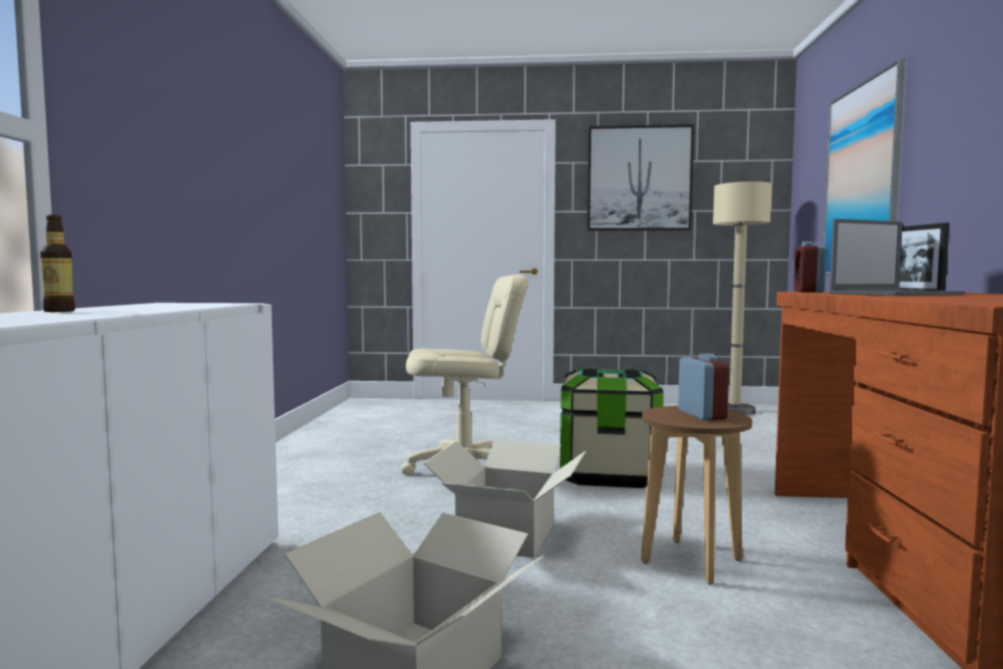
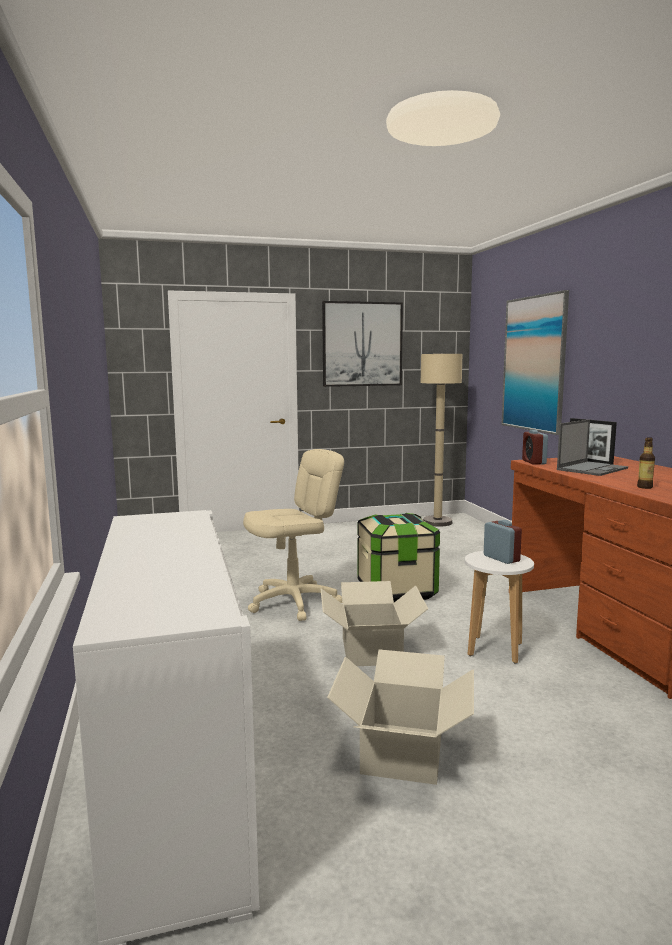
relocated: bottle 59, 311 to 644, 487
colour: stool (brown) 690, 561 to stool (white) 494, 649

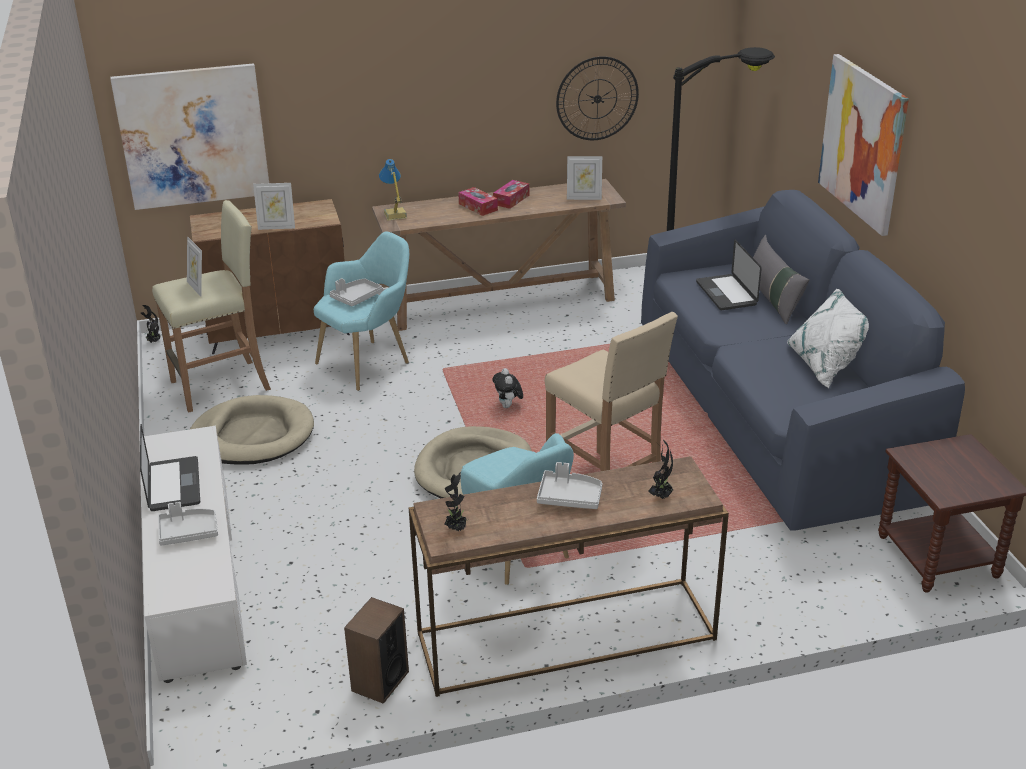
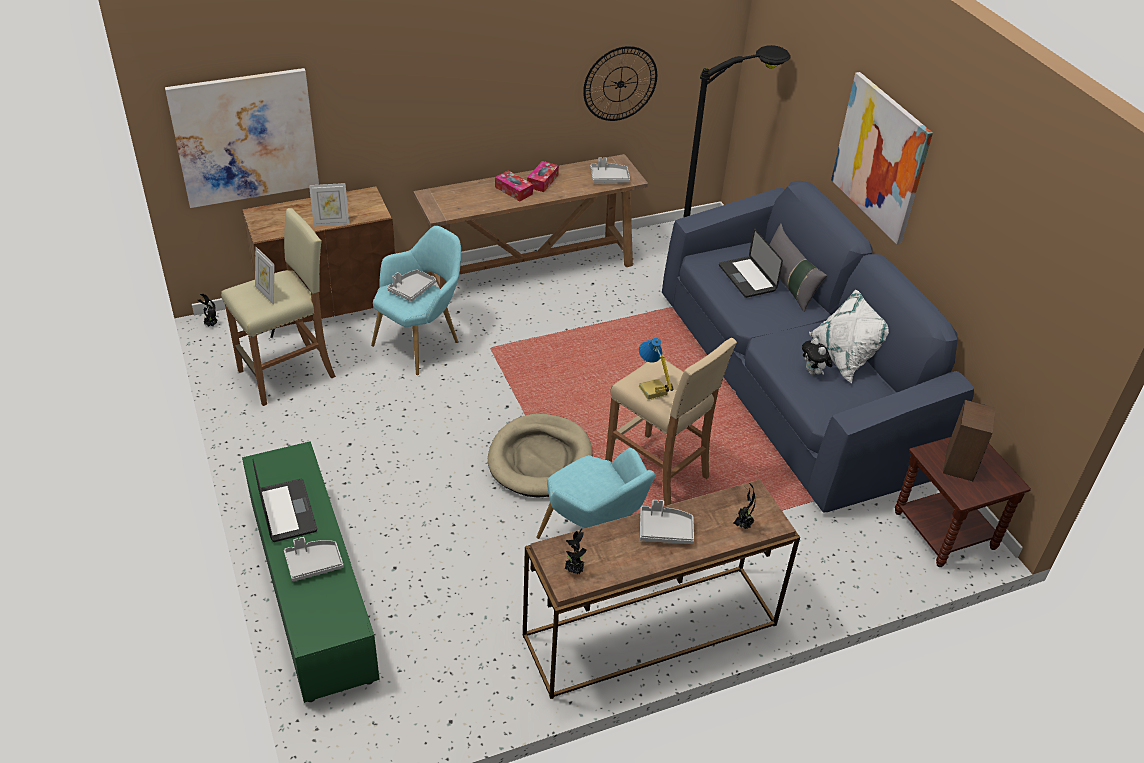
missing: dog bed (beige) 252, 436
relocated: speaker 379, 681 to 959, 464; table lamp 394, 215 to 652, 391; plush toy 508, 406 to 813, 372
exchanged: picture frame 584, 198 to tray (grey) 609, 178
colour: tv stand (white) 195, 576 to tv stand (green) 310, 588

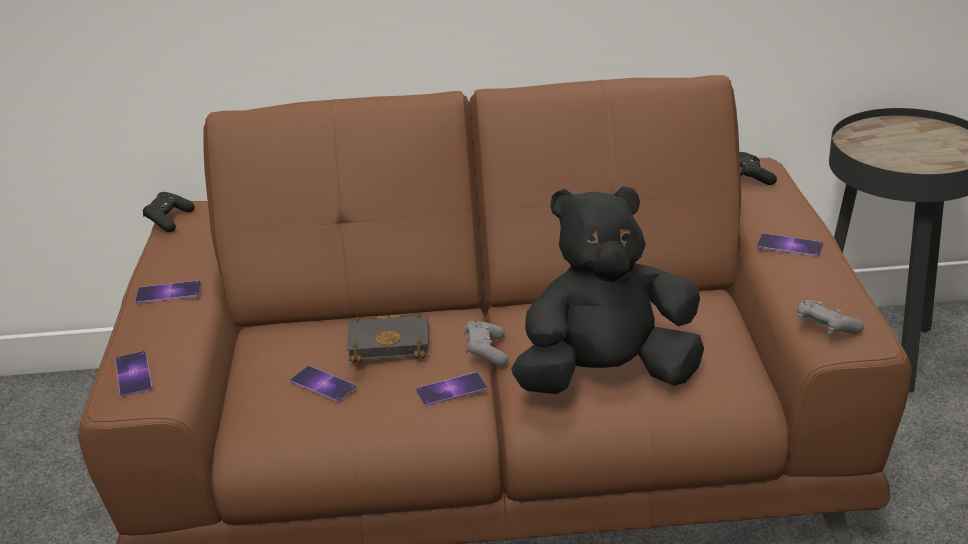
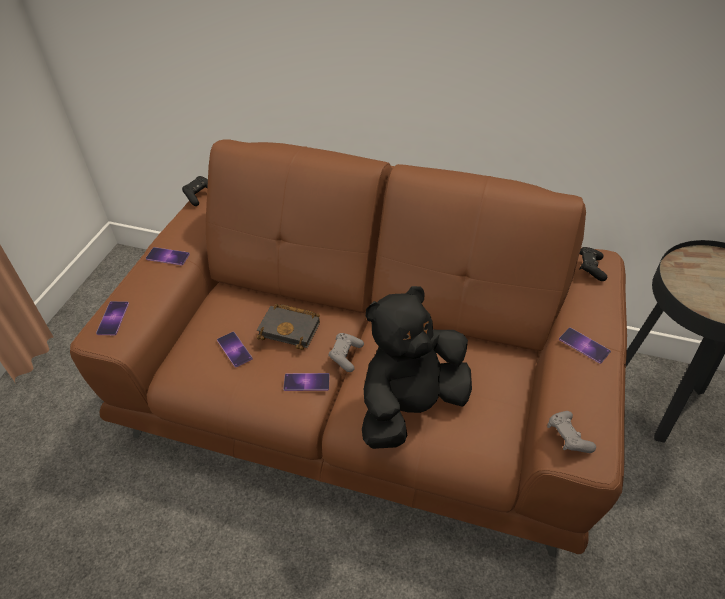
spun: plush toy (black) 607, 376 = 411, 406 45 degrees counterclockwise

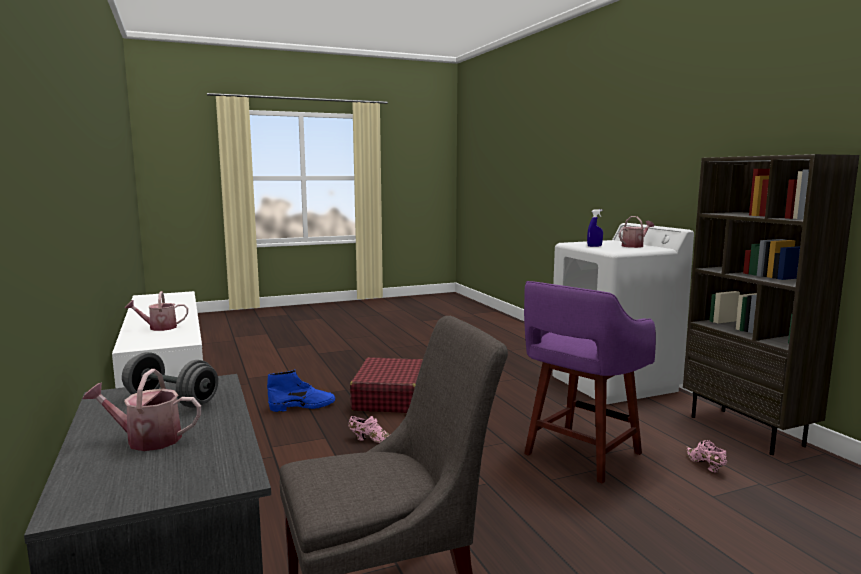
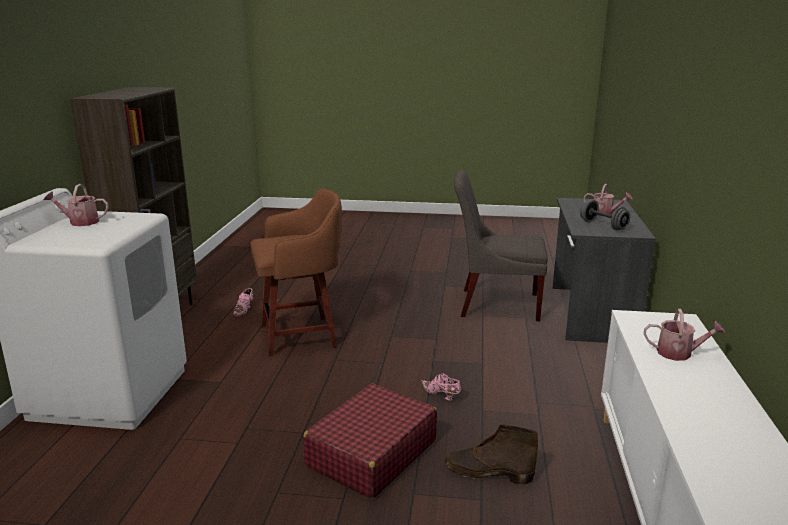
missing: spray bottle (blue) 594, 246
colour: boot (blue) 303, 406 to boot (brown) 487, 472; stool (purple) 580, 455 to stool (brown) 301, 335

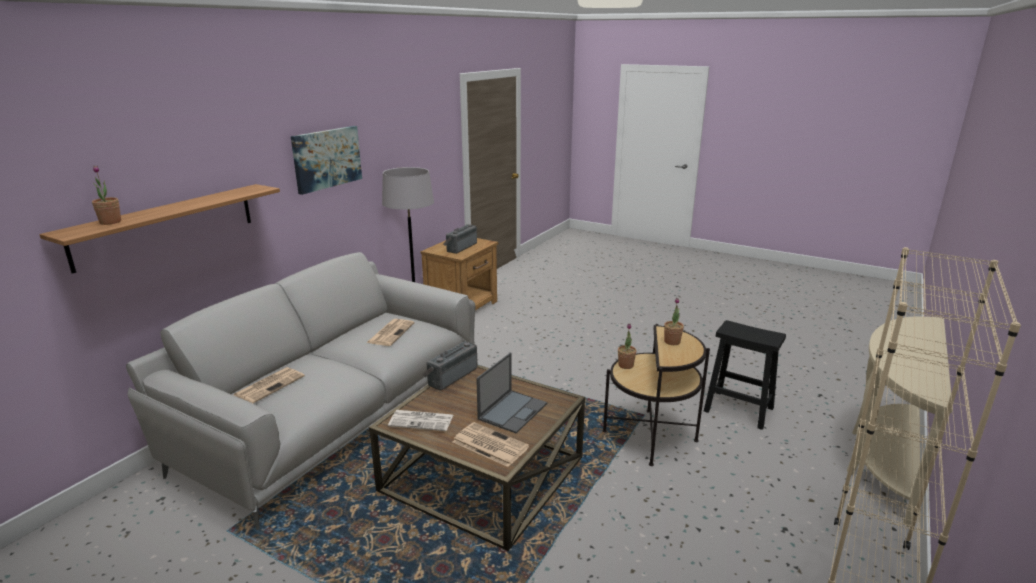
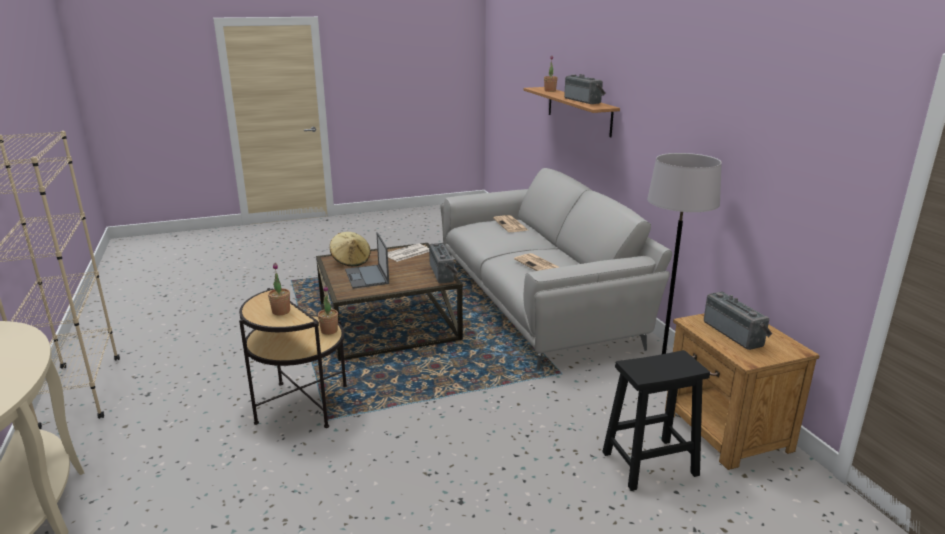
missing: picture 327, 158
appeared: radio 584, 101
relocated: stool (black) 740, 410 to 648, 464
exchanged: newspaper 489, 444 to hat (beige) 351, 261

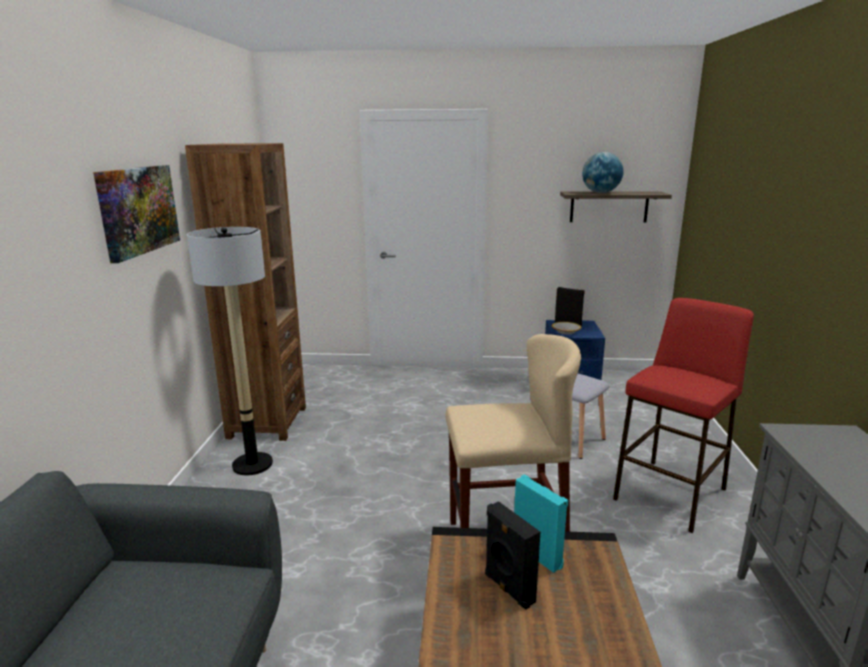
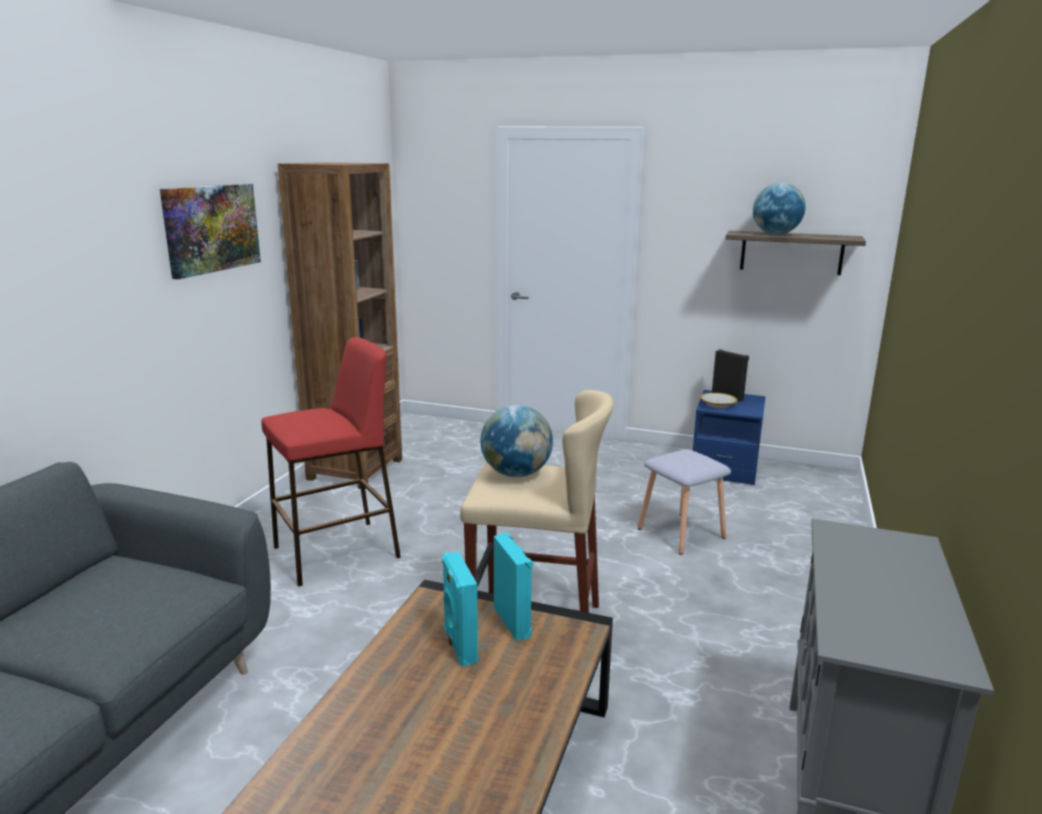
missing: floor lamp 252, 464
appeared: globe 516, 474
relocated: stool (red) 670, 494 to 337, 552
colour: speaker (black) 508, 589 to speaker (turquoise) 458, 646

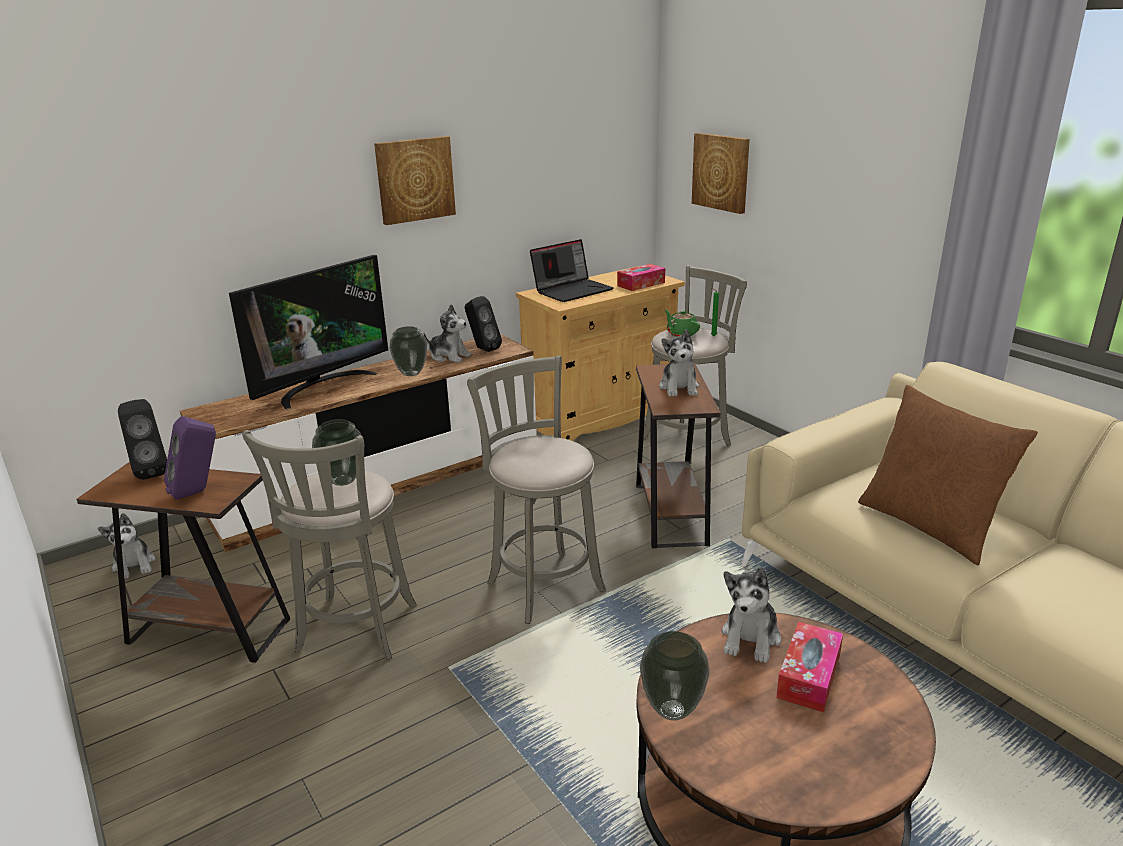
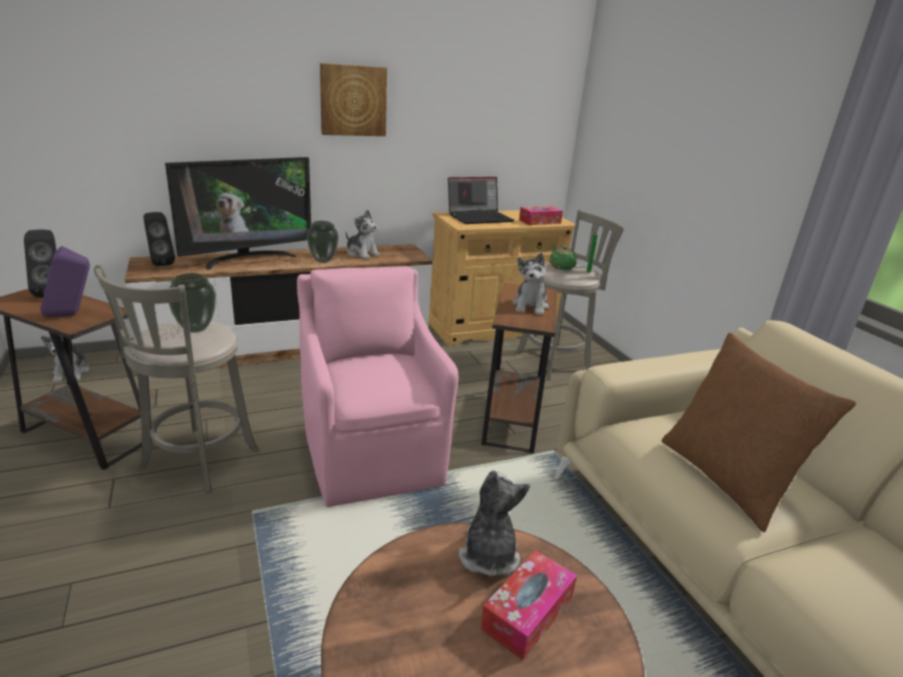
missing: vase 671, 710; picture 721, 172
relocated: speaker (black) 482, 349 to 161, 263
exchanged: stool (grey) 543, 582 to armchair (pink) 372, 454
spun: plush toy 750, 638 = 488, 555 150 degrees clockwise

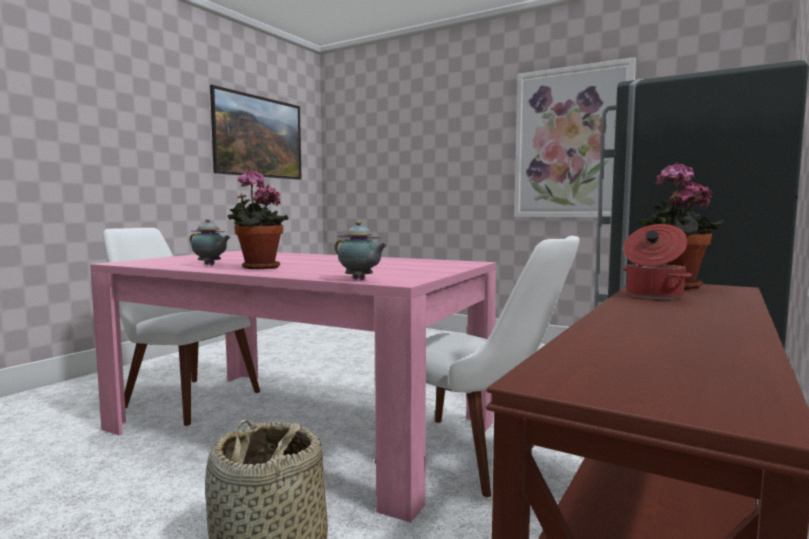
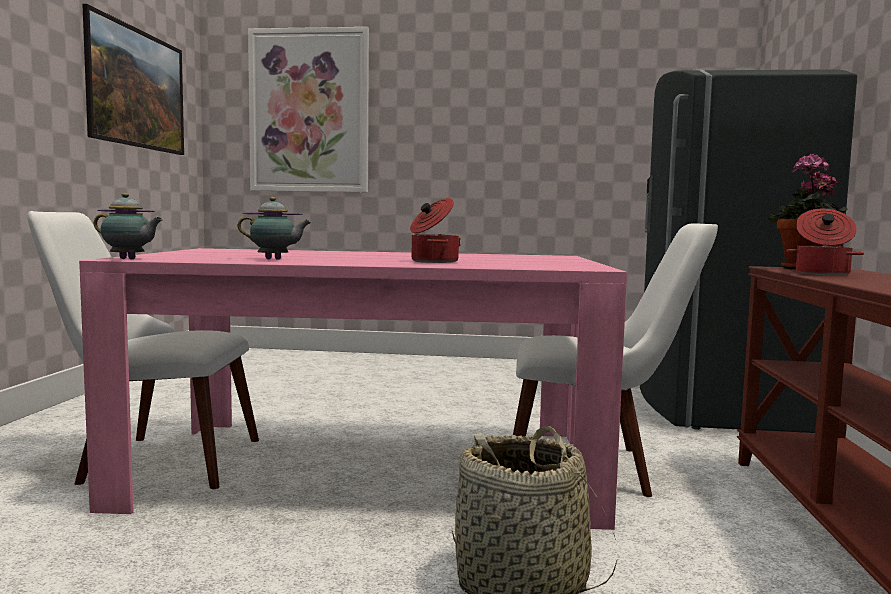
missing: potted plant 257, 268
appeared: cooking pot 433, 261
relocated: teapot 360, 279 to 129, 259; picture 571, 143 to 309, 111

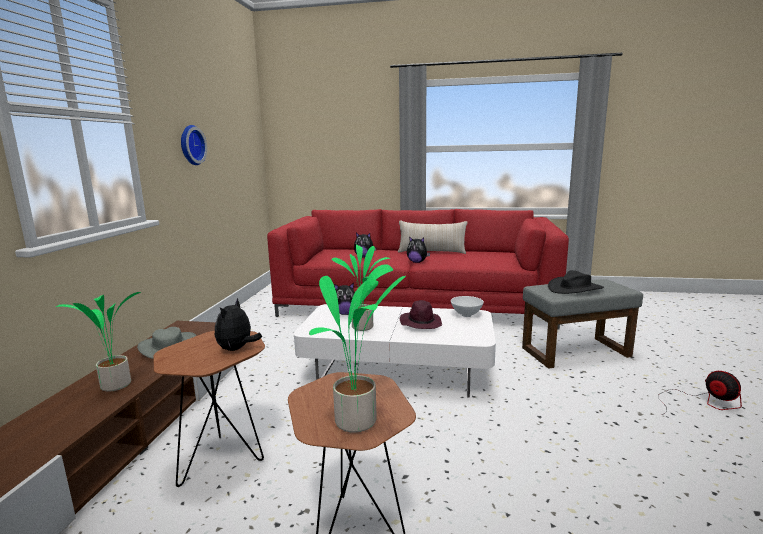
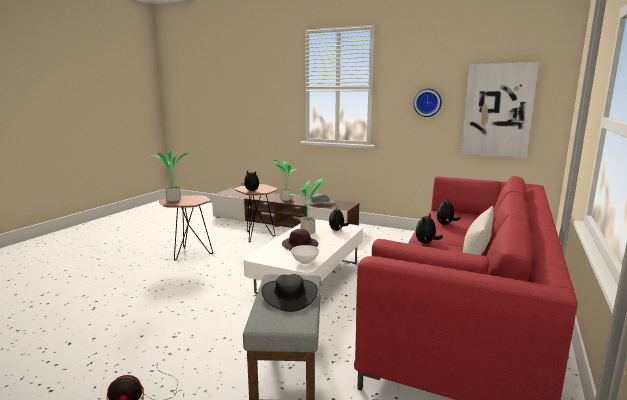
appeared: picture 497, 110

